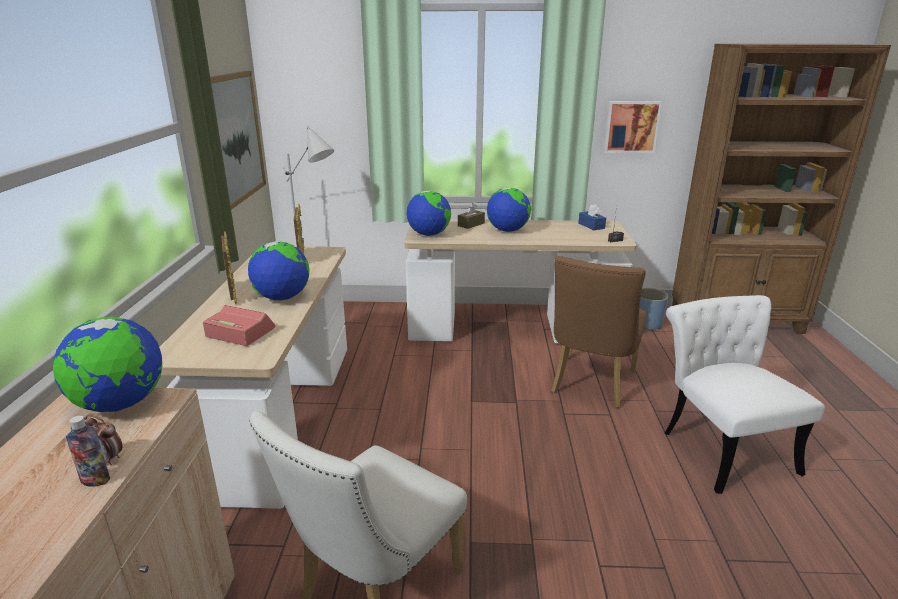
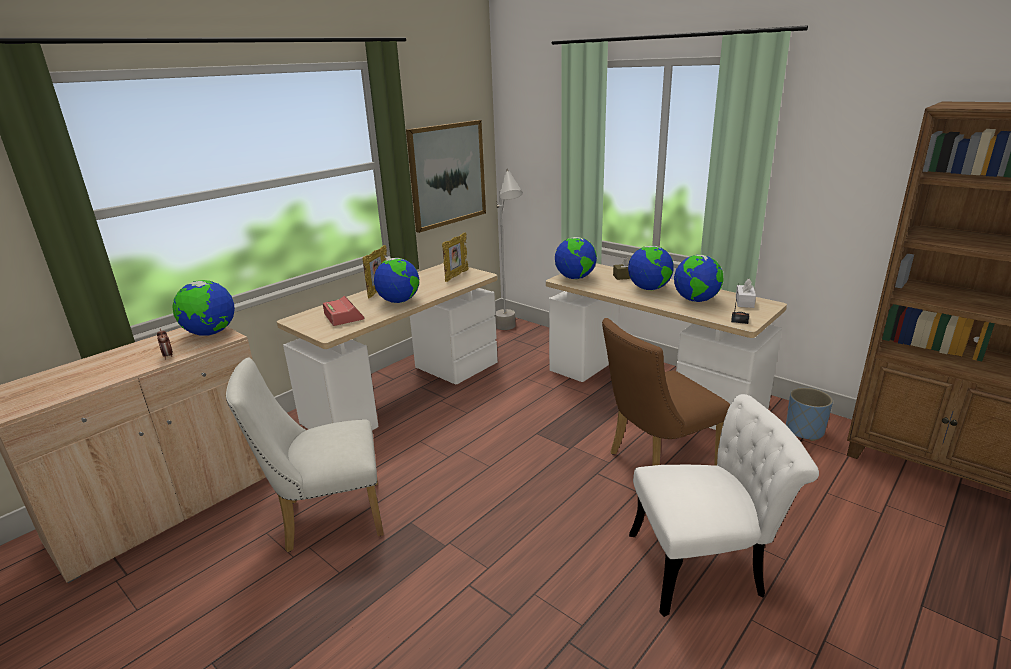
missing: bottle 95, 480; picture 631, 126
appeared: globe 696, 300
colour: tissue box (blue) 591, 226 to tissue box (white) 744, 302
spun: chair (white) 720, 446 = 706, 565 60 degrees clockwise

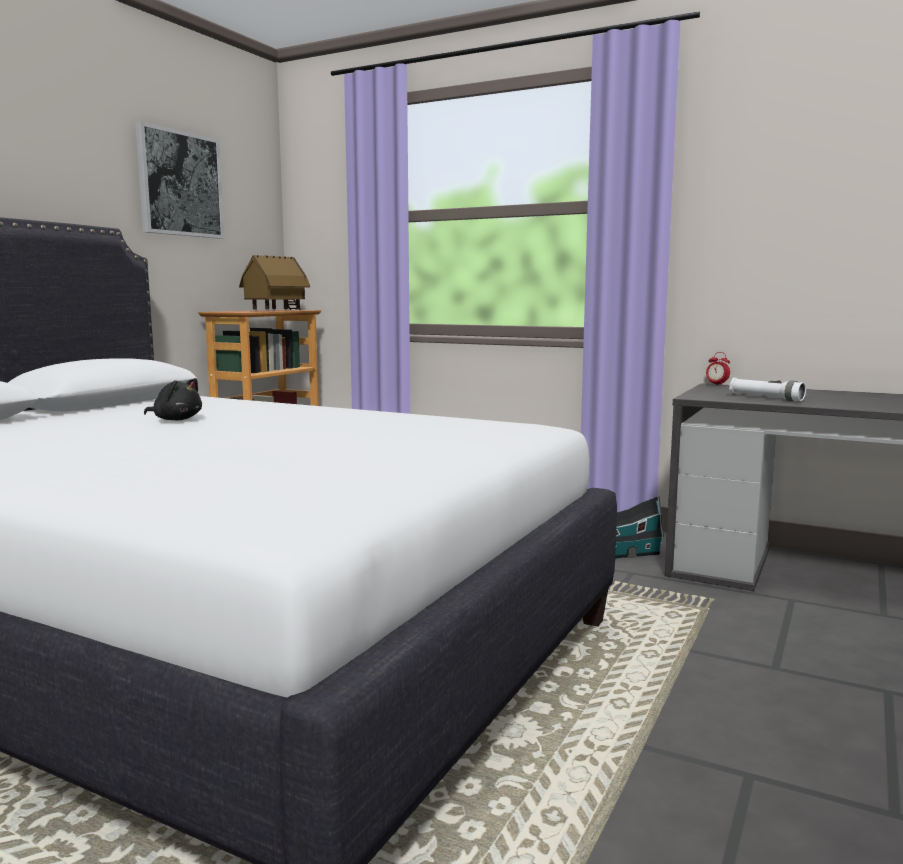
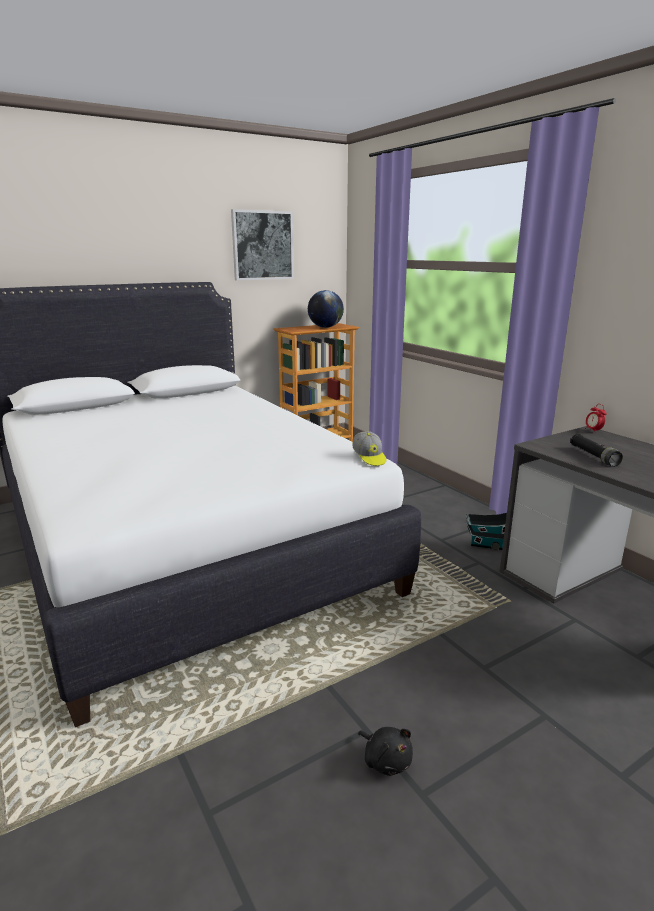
appeared: cap 369, 458
relocated: plush toy (black) 176, 420 to 386, 760
exchanged: toy house 276, 310 to globe 325, 327
colour: flashlight (white) 766, 398 to flashlight (black) 593, 456

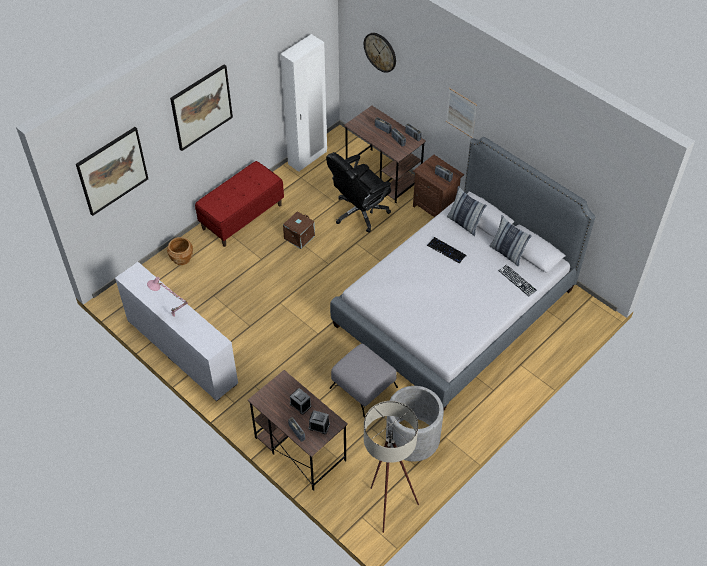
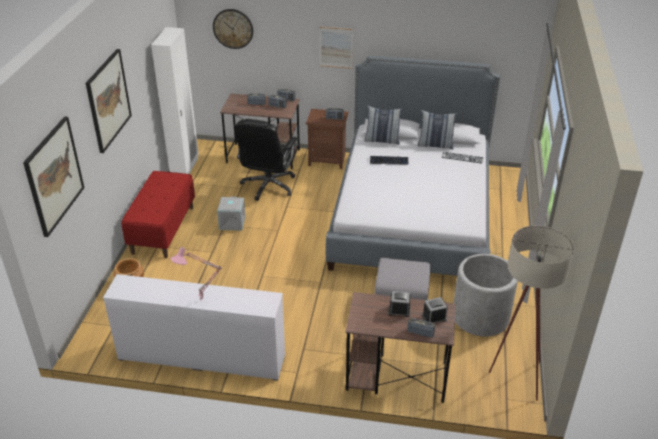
colour: storage box (brown) 299, 237 to storage box (grey) 231, 222

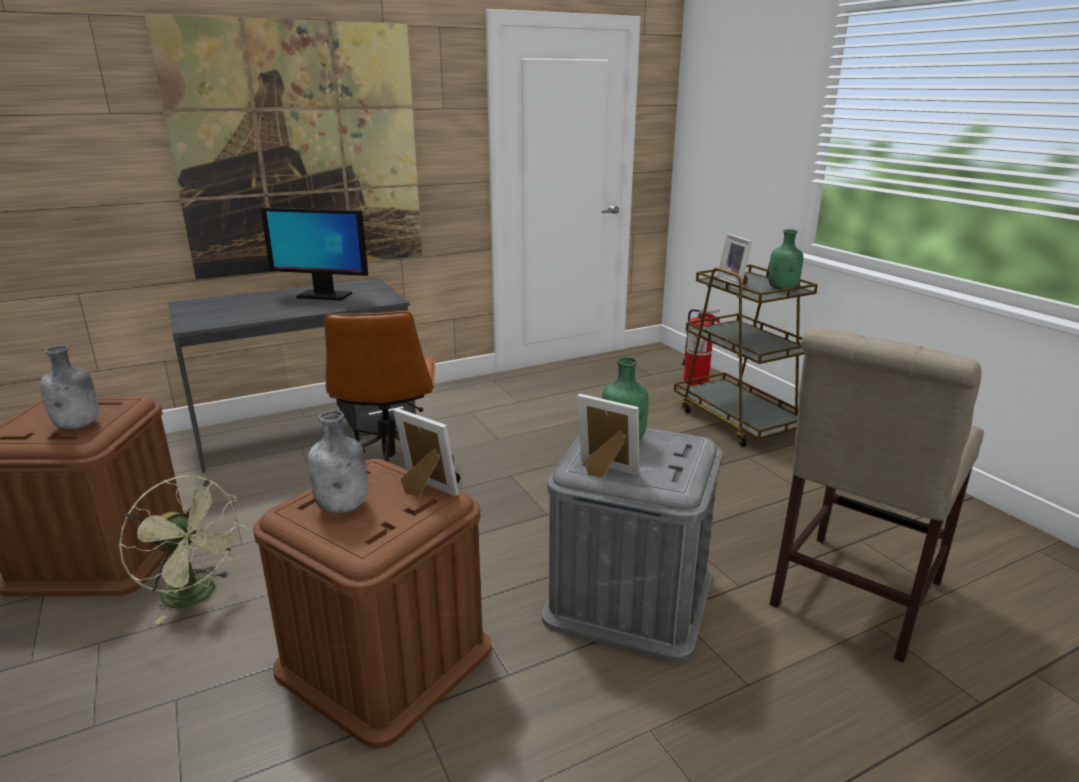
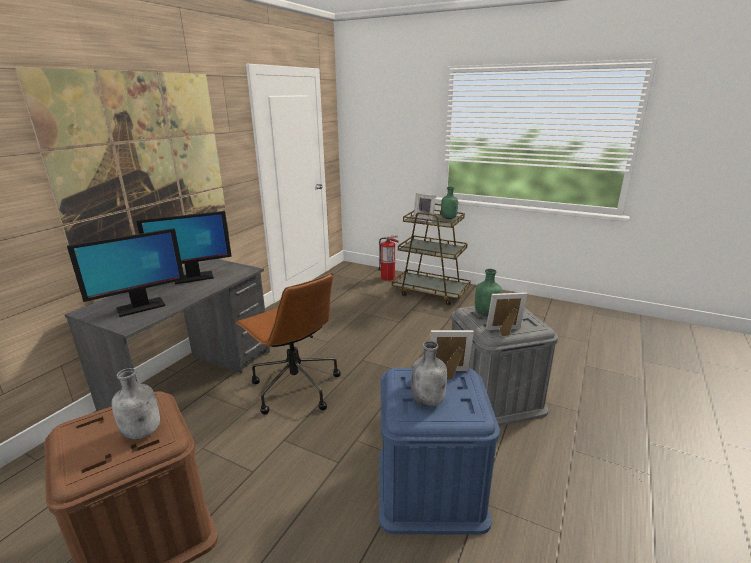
missing: fan (green) 197, 596; chair (beige) 851, 598
appeared: monitor 140, 307
colour: storage box (brown) 384, 658 to storage box (blue) 430, 487

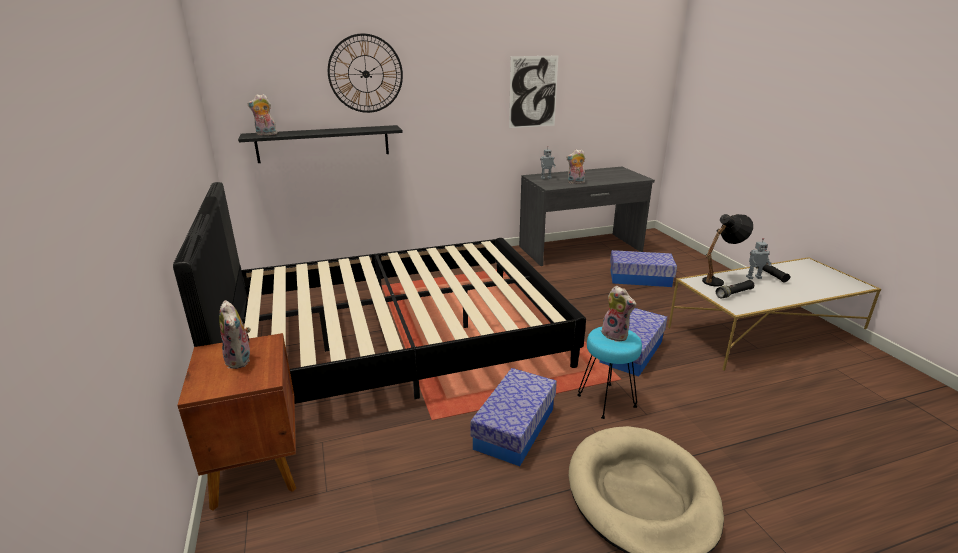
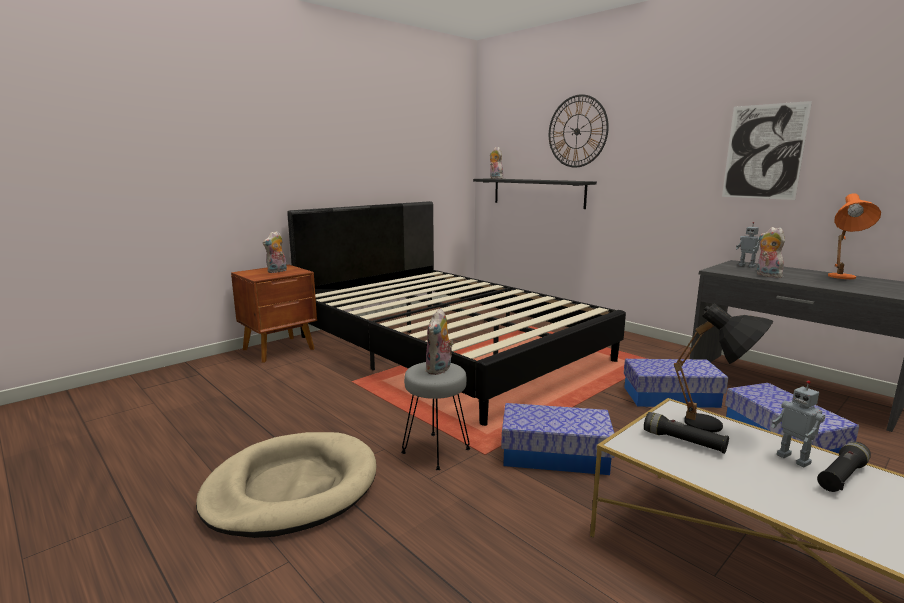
appeared: table lamp (orange) 842, 278
relocated: storage box 514, 428 to 670, 397
colour: stool (turquoise) 607, 400 to stool (grey) 436, 451

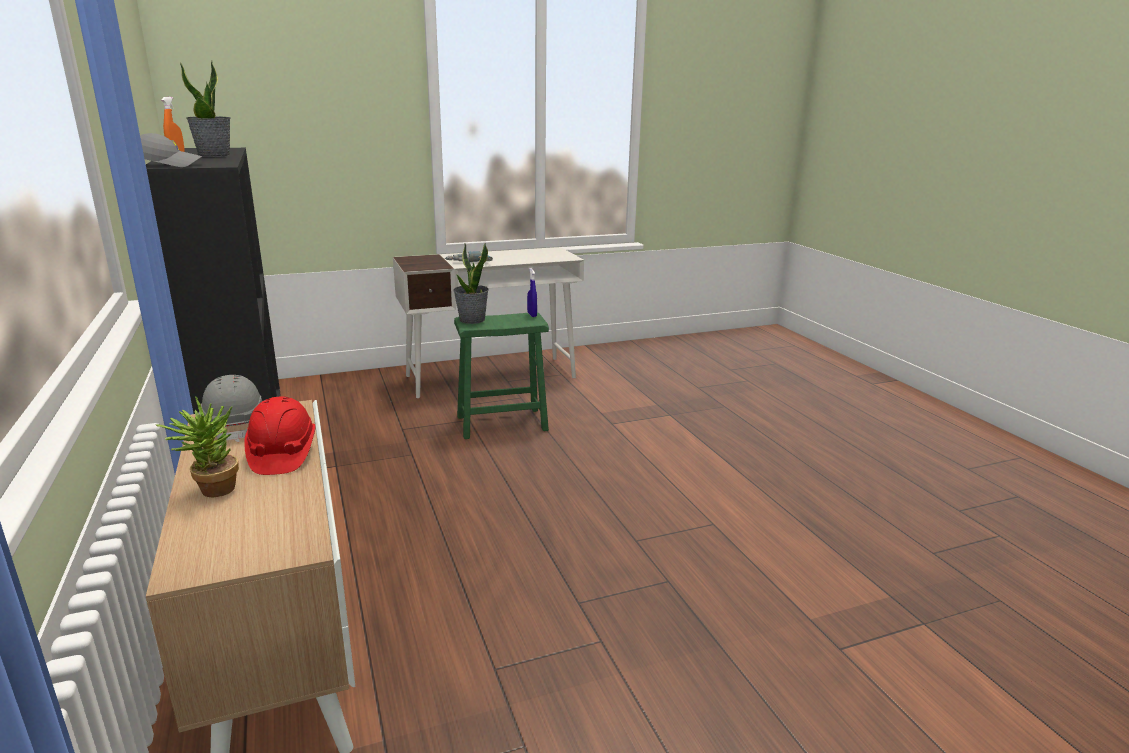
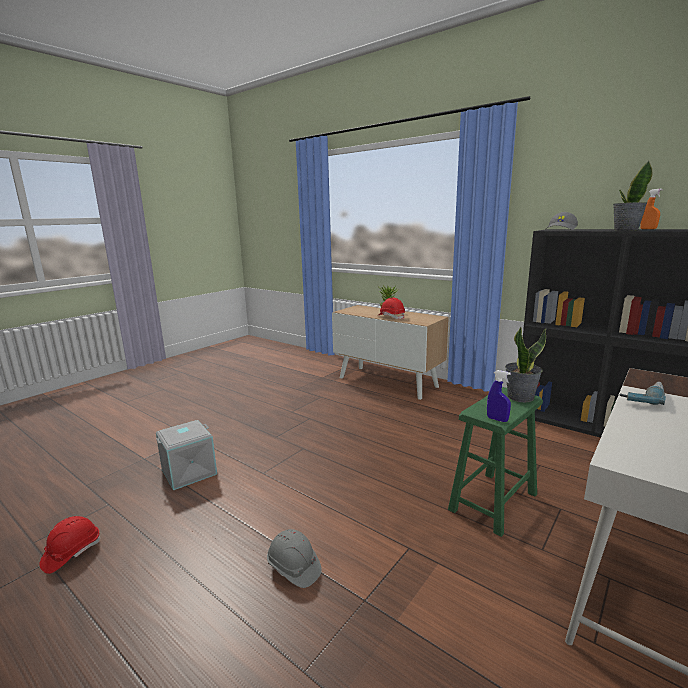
appeared: hard hat (red) 71, 553; storage box (grey) 189, 472
relocated: hard hat (grey) 236, 425 to 293, 568

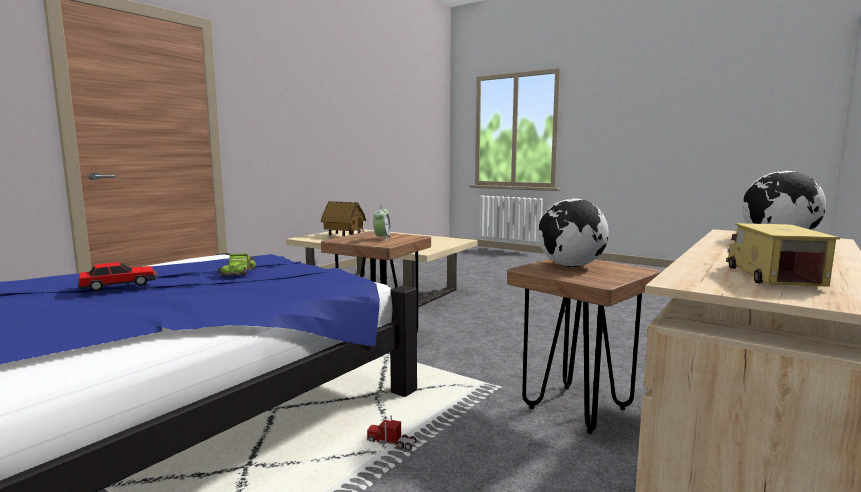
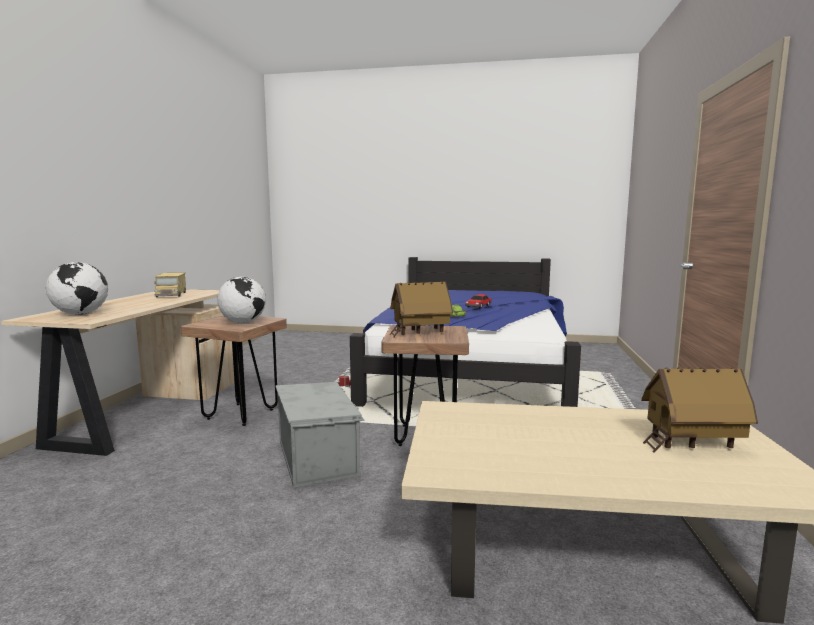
appeared: storage box (grey) 318, 457
exchanged: alarm clock 382, 239 to toy house 420, 332

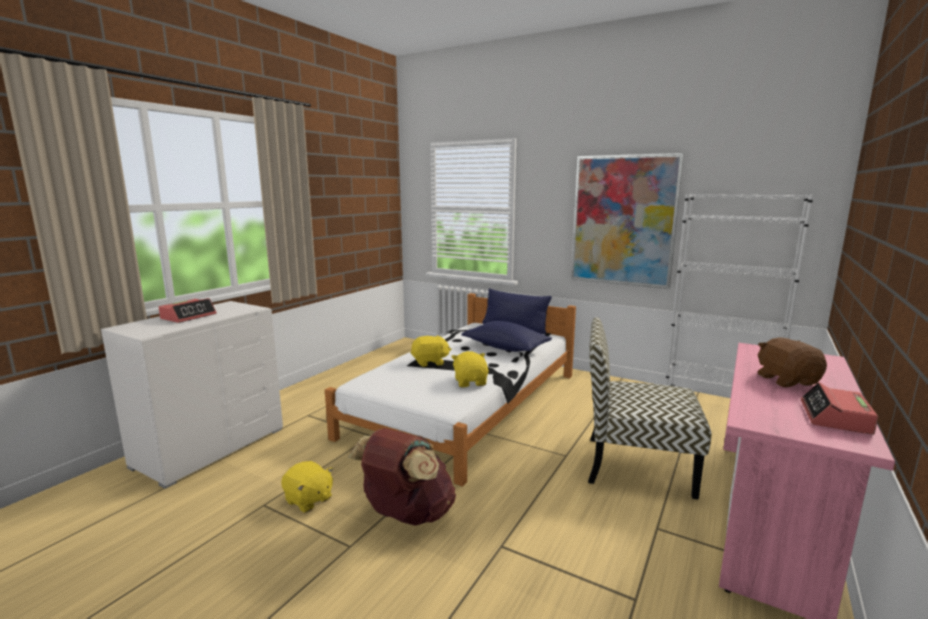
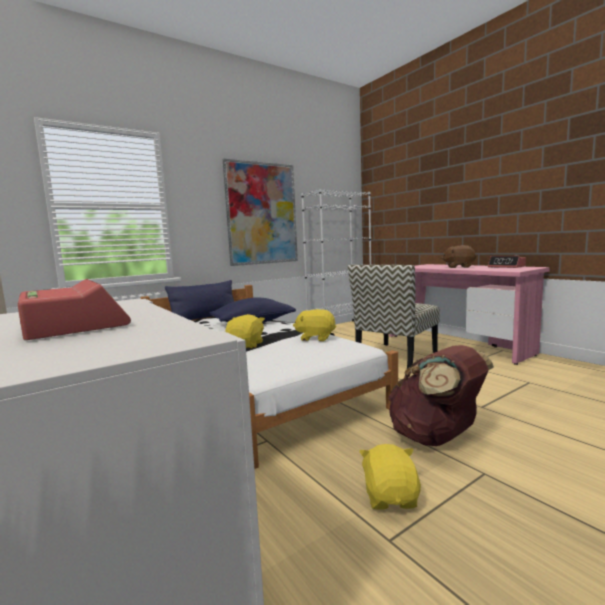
spun: plush toy (yellow) 308, 500 = 391, 497 60 degrees counterclockwise

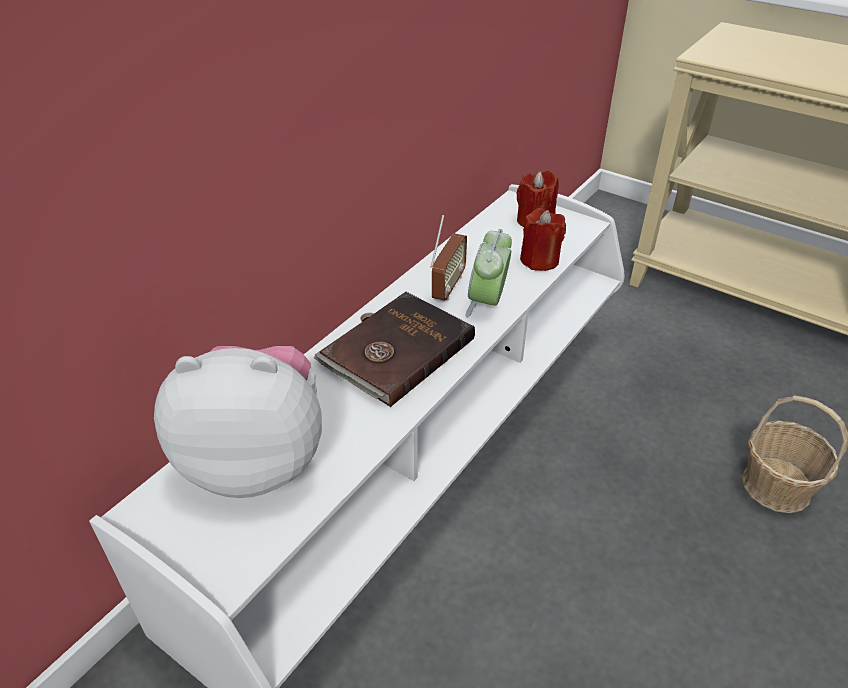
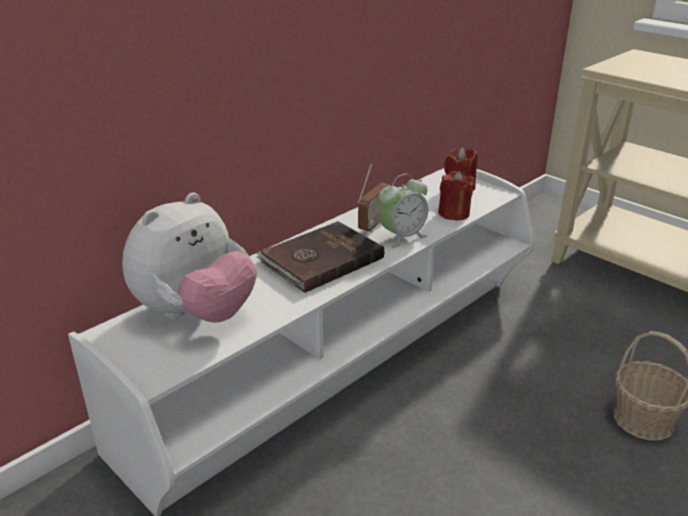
spun: plush toy 257, 460 = 196, 314 120 degrees clockwise; alarm clock 487, 303 = 402, 237 150 degrees counterclockwise

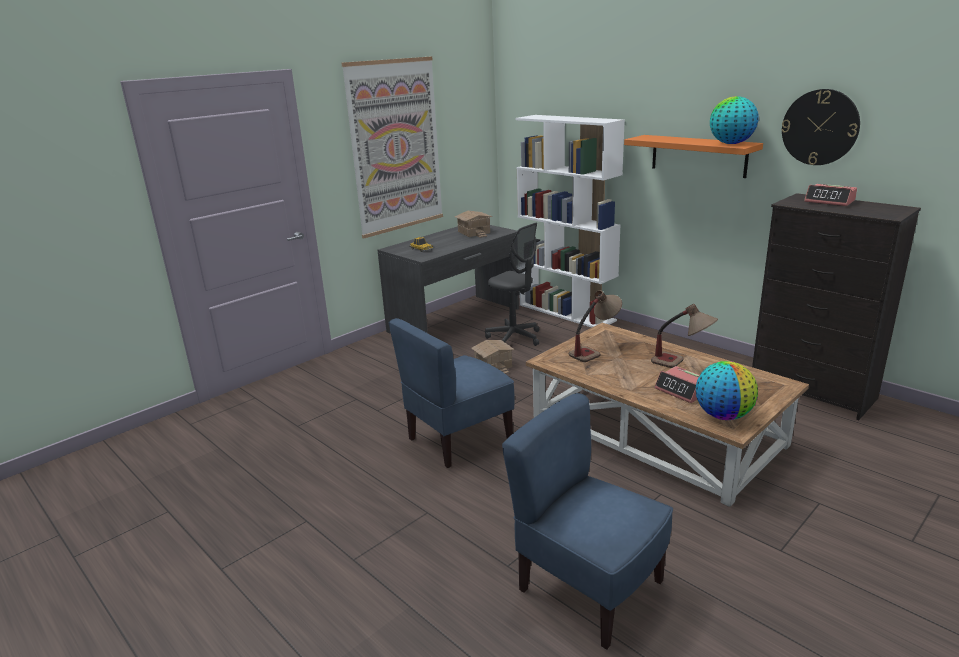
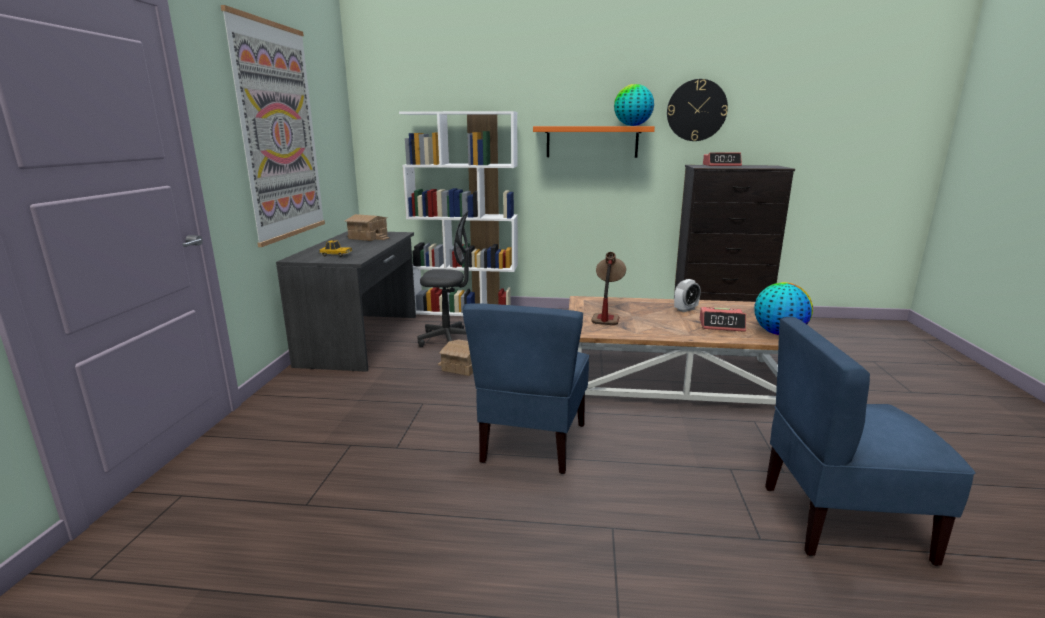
exchanged: table lamp 682, 365 to alarm clock 685, 309

